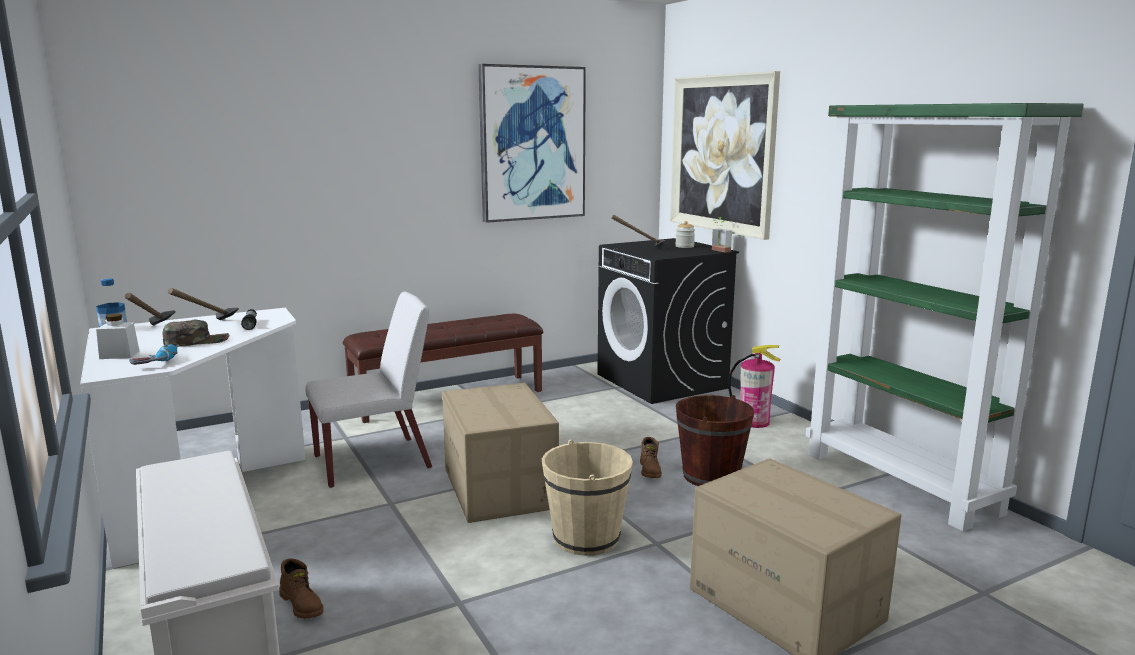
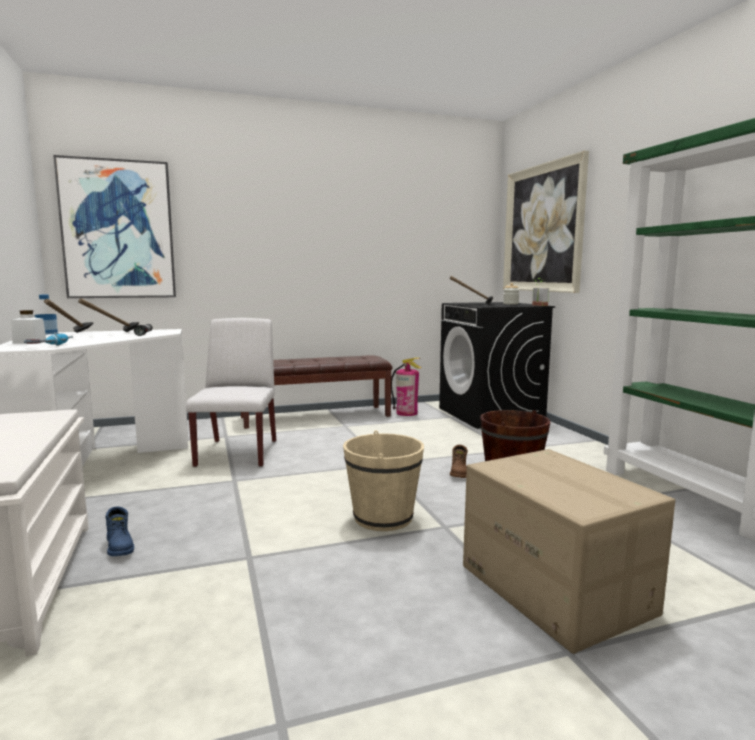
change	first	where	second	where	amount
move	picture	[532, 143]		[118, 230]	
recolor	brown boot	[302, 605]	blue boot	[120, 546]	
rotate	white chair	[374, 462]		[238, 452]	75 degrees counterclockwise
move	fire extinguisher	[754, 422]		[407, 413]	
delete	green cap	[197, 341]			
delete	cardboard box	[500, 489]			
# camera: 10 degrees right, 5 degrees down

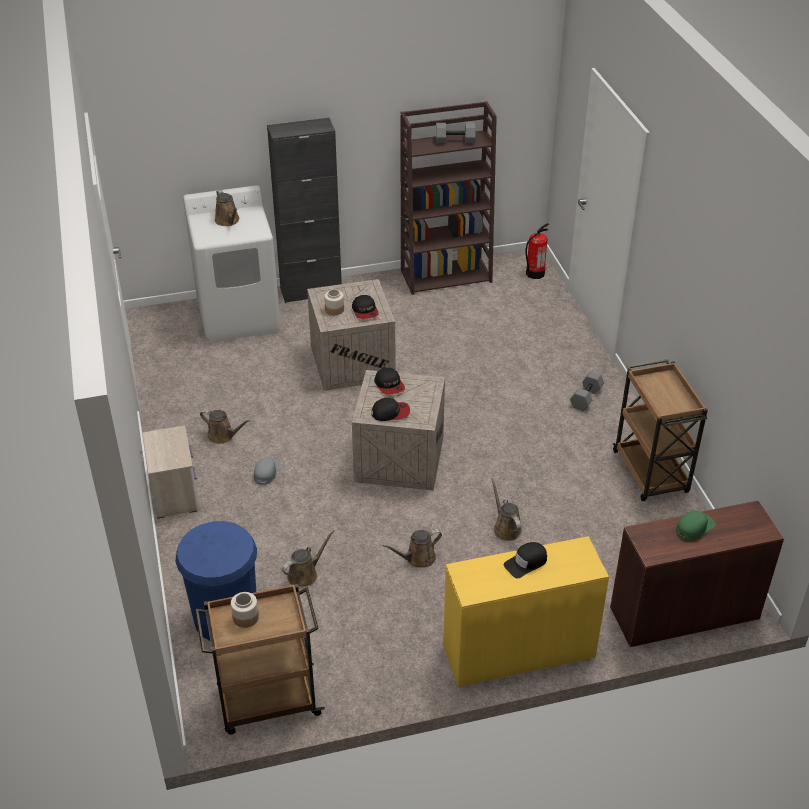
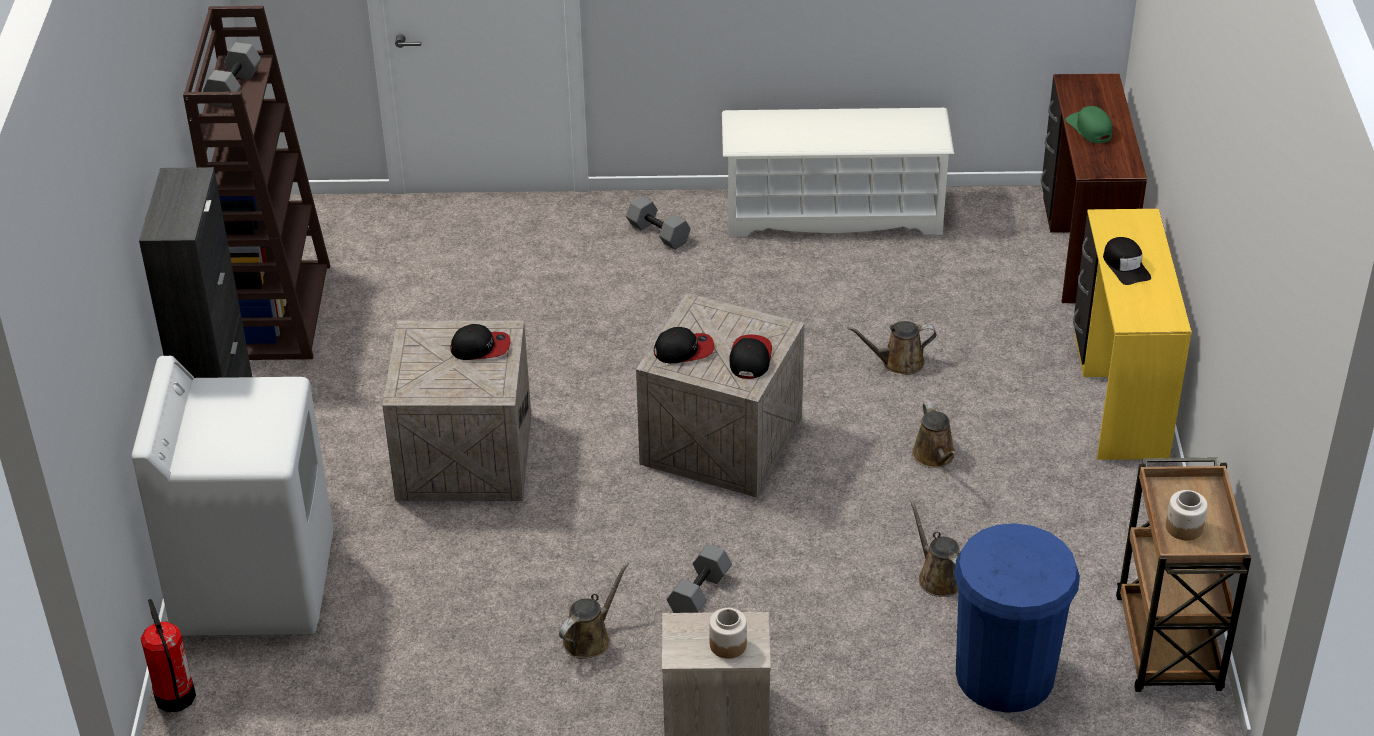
change	first	where	second	where	amount
move	fire extinguisher	[534, 273]		[175, 697]	
replace	grey cap	[266, 472]	grey dumbbell	[700, 594]	
move	jar	[334, 309]		[728, 644]	
replace	brown cart	[651, 473]	white shoe rack	[834, 214]	
delete	brown watering can	[228, 221]			
# camera: 75 degrees left, 0 degrees up

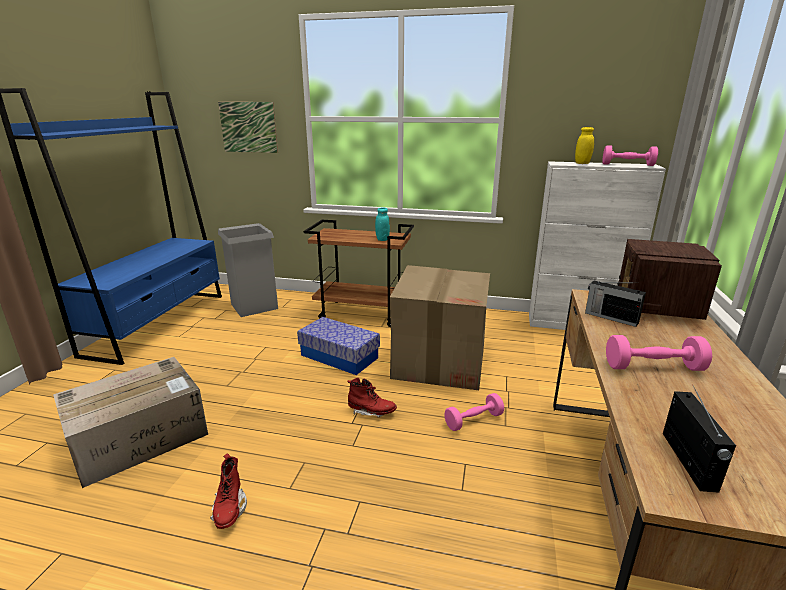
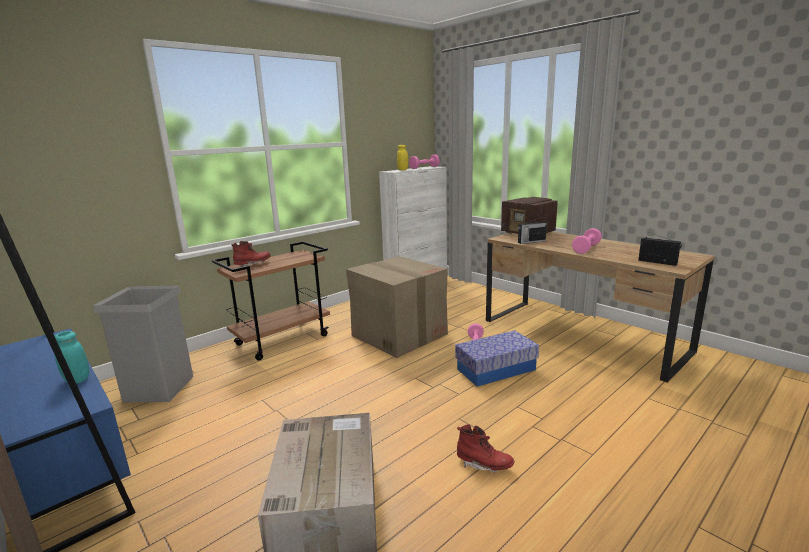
change	first	where	second	where	amount
move	turquoise jar	[382, 239]		[77, 380]	
move	red boot	[371, 412]		[253, 265]	
move	storage box	[339, 356]		[496, 369]	
delete	picture	[248, 127]			
# camera: 55 degrees left, 5 degrees down

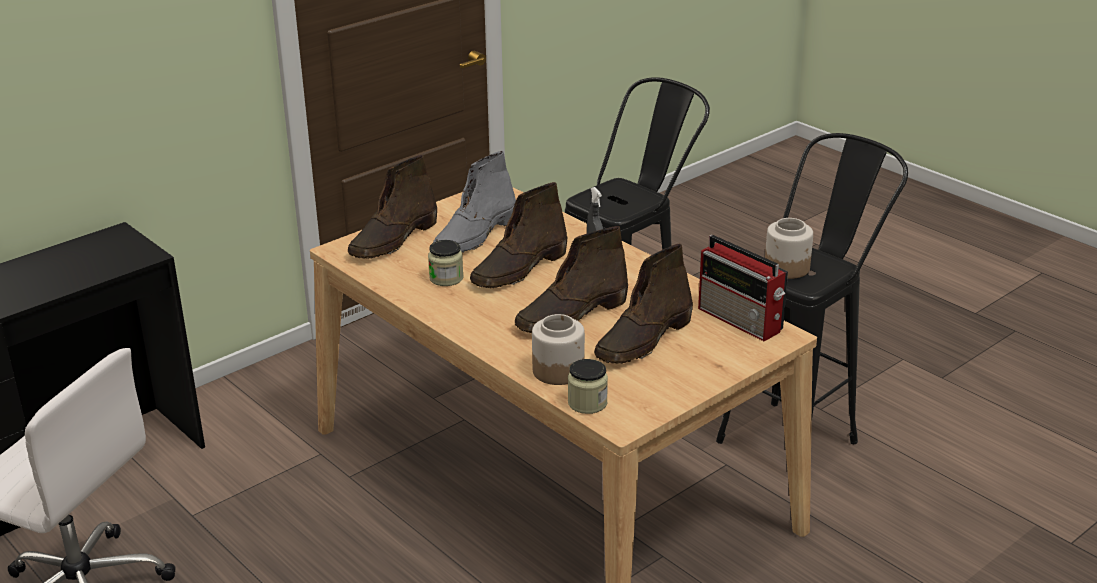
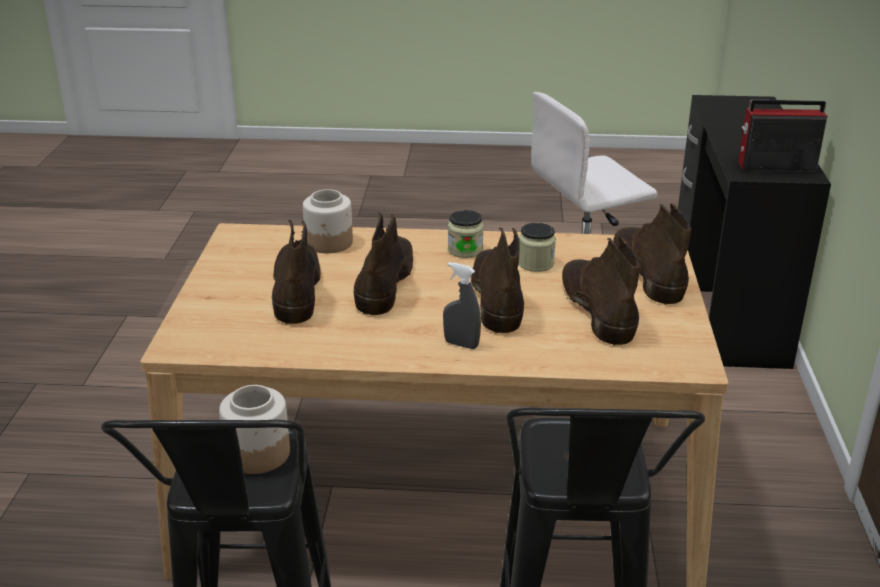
change	first	where	second	where	amount
move	jar	[587, 403]		[465, 250]	
recolor	grey boot	[475, 236]	brown boot	[596, 308]	
move	radio	[741, 320]		[775, 166]	
# camera: 135 degrees right, 0 degrees up

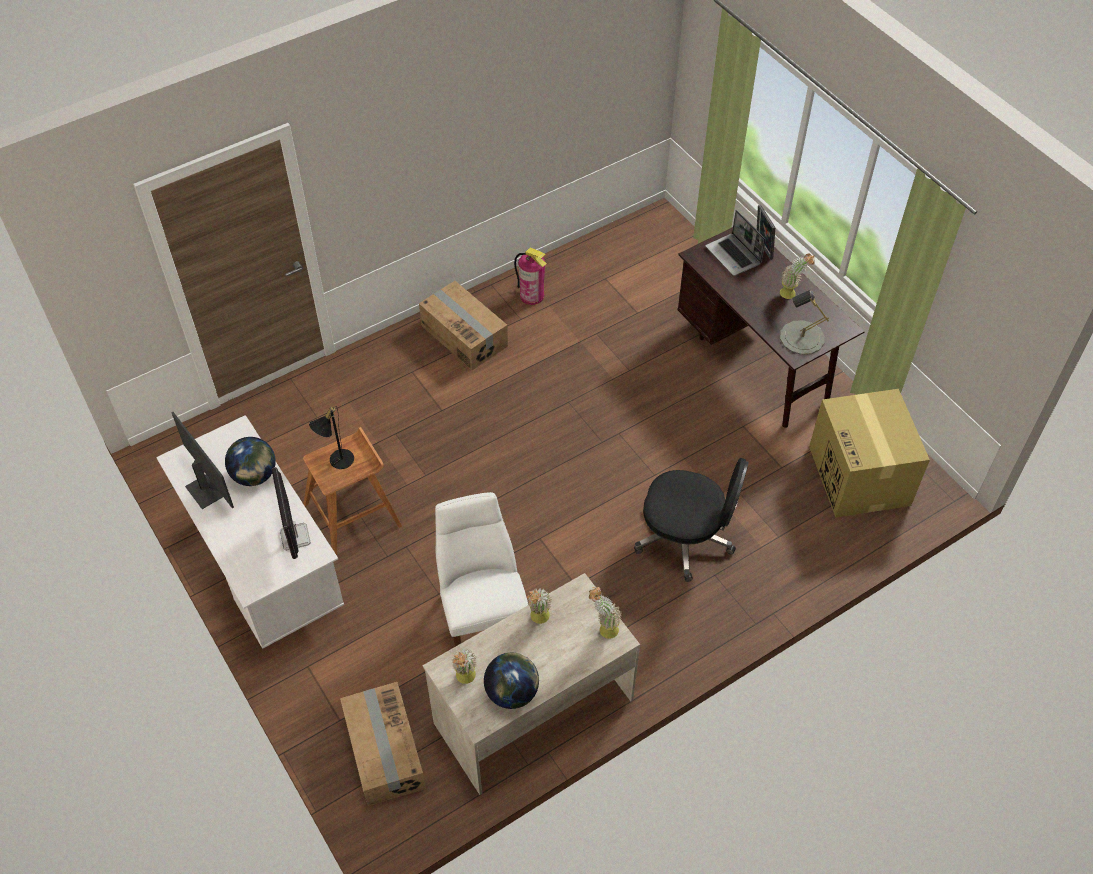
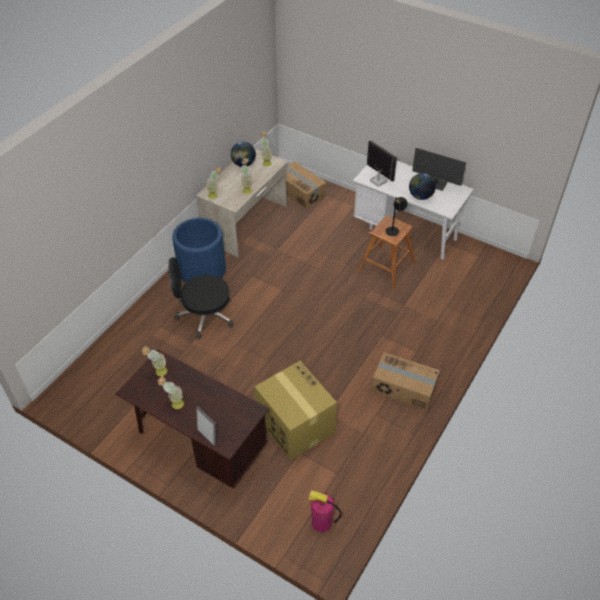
change	first	where	second	where	amount
replace	grey table lamp	[802, 338]	potted plant	[158, 372]	
insert			blue planter	[202, 270]	
move	cardboard box	[860, 477]		[294, 424]	
move	fire extinguisher	[532, 295]		[321, 522]	
delete	white chair	[482, 615]			
delete	laptop	[734, 256]			
# camera: 155 degrees right, 5 degrees down

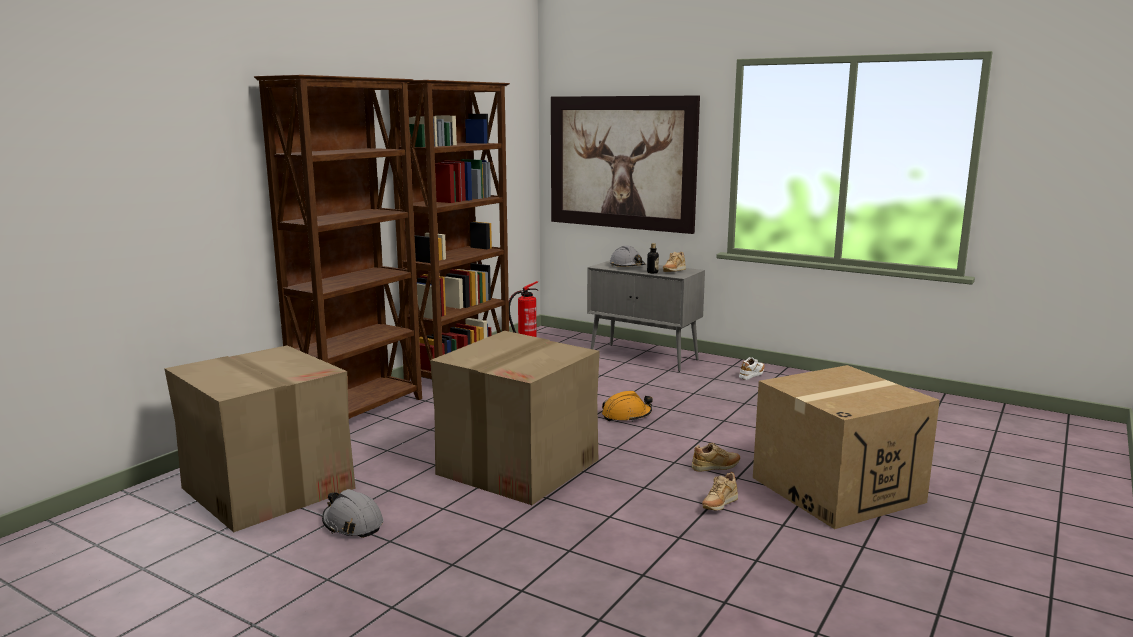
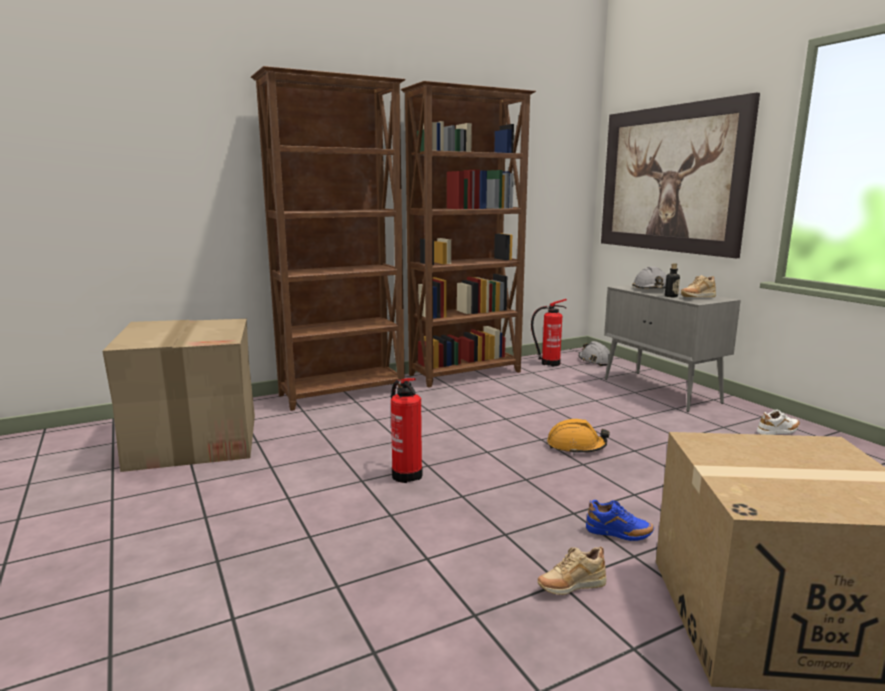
change	first	where	second	where	amount
replace	cardboard box	[519, 466]	fire extinguisher	[406, 474]	
move	grey hard hat	[352, 524]		[594, 361]	
recolor	beige shoe	[716, 468]	blue shoe	[618, 534]	
# camera: 30 degrees right, 0 degrees up

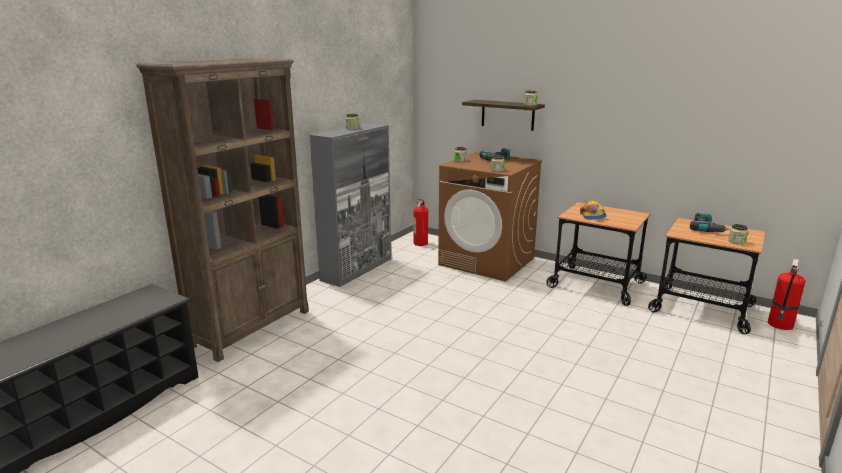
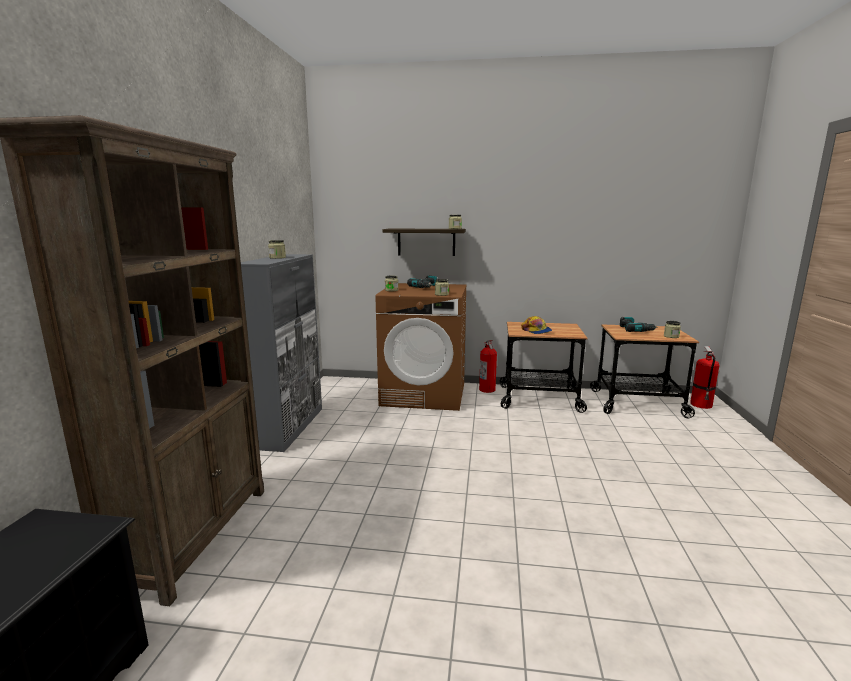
change	first	where	second	where	amount
move	fire extinguisher	[421, 243]		[487, 390]	
# camera: 25 degrees left, 5 degrees down

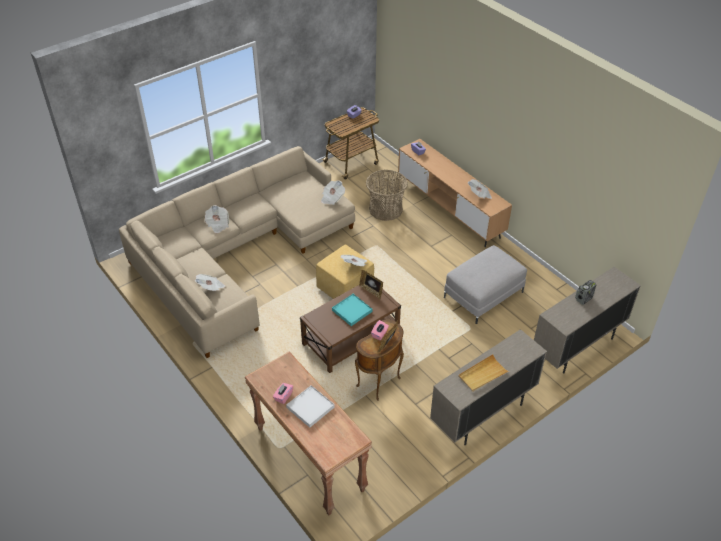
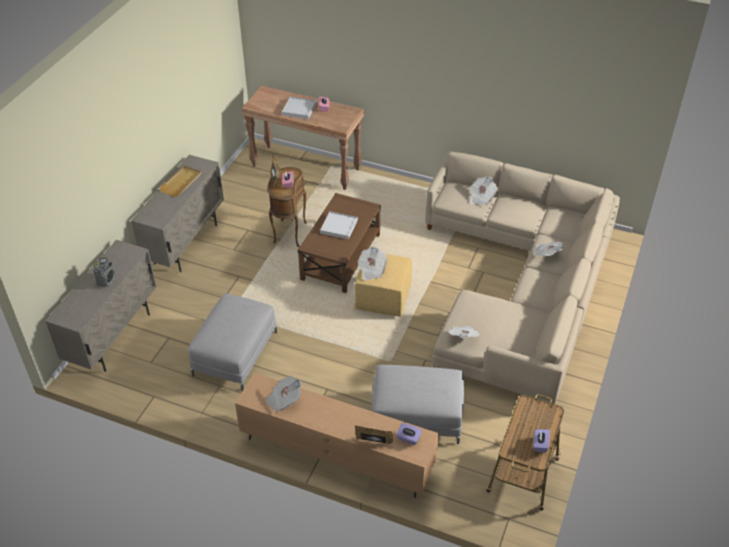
change	first	where	second	where	amount
recolor	turquoise tray	[352, 311]	white tray	[339, 226]	
move	picture frame	[371, 291]		[373, 443]	
replace	basket	[386, 209]	grey ottoman	[416, 417]	
# camera: 150 degrees right, 0 degrees up

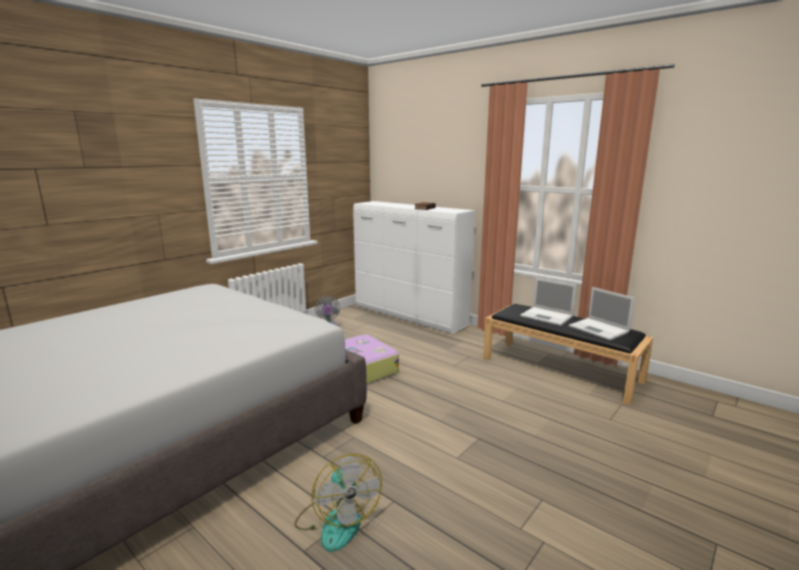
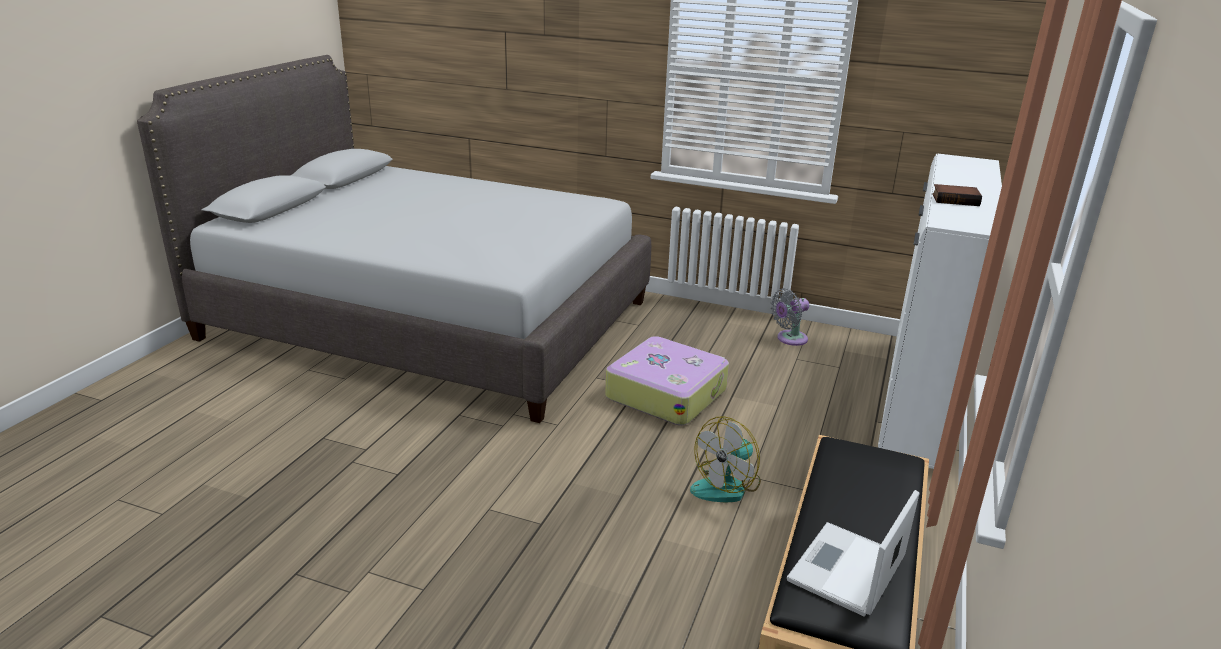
change	first	where	second	where	amount
move	fan	[337, 521]		[727, 486]	
delete	laptop	[547, 316]			
# camera: 70 degrees right, 10 degrees up

